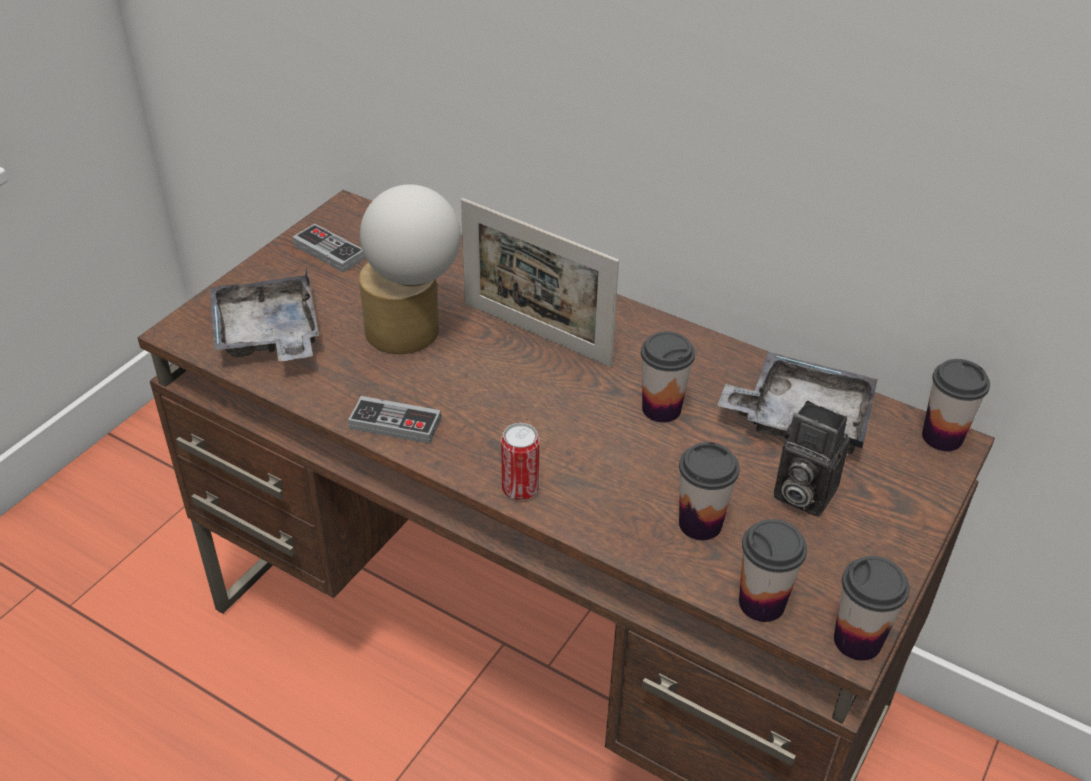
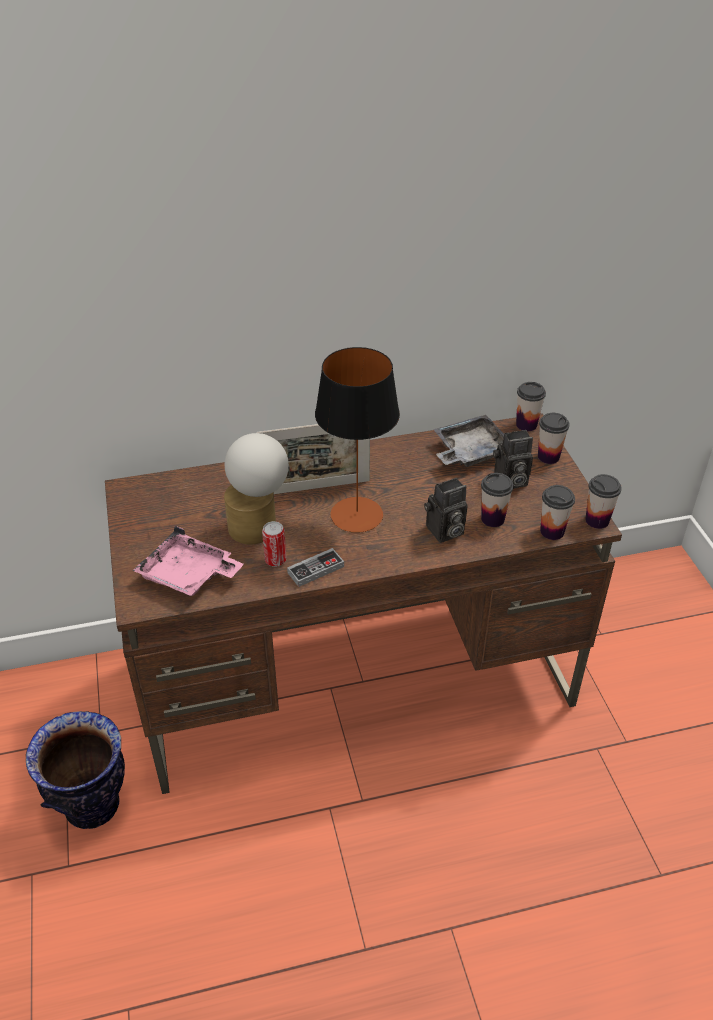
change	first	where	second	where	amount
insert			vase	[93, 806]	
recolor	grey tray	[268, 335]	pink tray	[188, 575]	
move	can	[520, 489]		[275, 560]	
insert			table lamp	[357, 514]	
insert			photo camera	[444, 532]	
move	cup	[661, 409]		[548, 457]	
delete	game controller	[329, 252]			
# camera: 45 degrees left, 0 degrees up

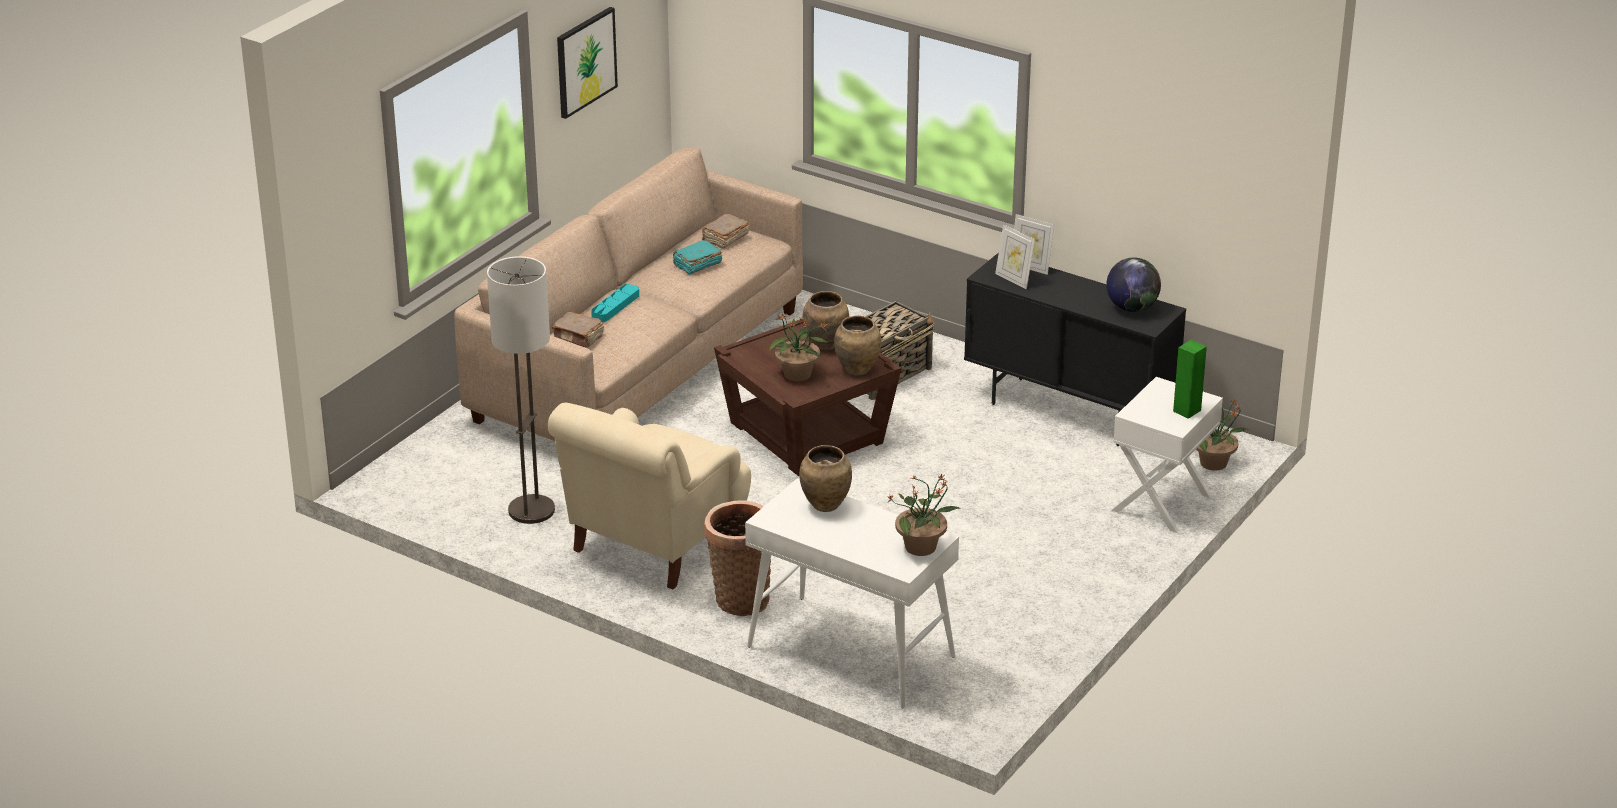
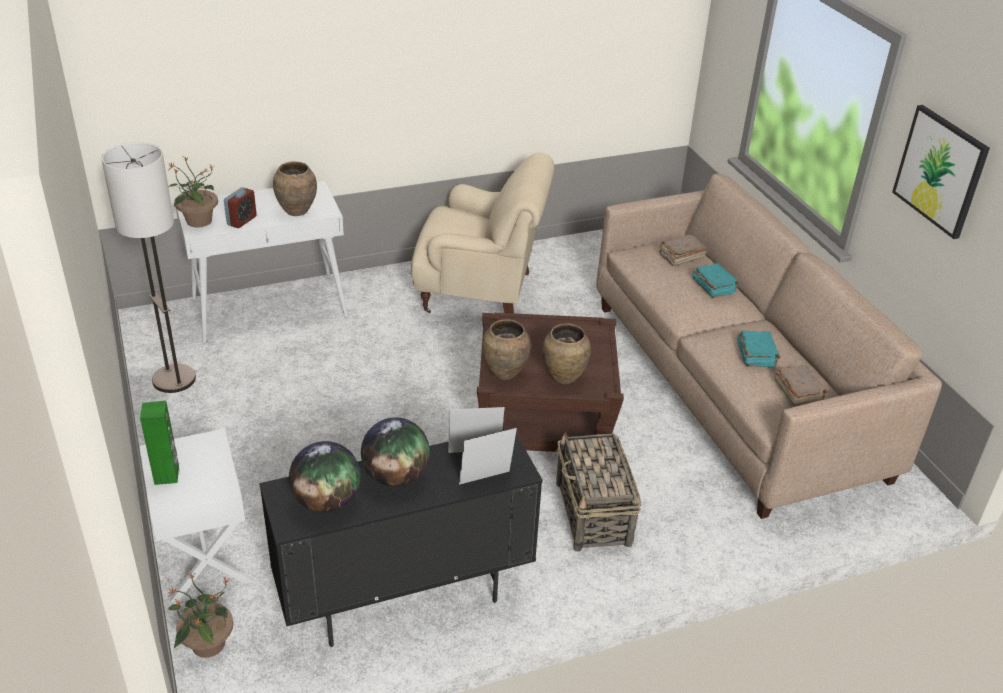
change	first	where	second	where	amount
move	floor lamp	[531, 511]		[173, 379]	
insert			alarm clock	[242, 220]	
insert			globe	[396, 476]	
rotate	beige armchair	[654, 543]		[480, 293]	120 degrees clockwise
replace	turquoise tray	[615, 306]	turquoise book	[713, 287]	
delete	basket	[739, 598]			
delete	potted plant	[798, 374]			
# camera: 125 degrees right, 5 degrees up

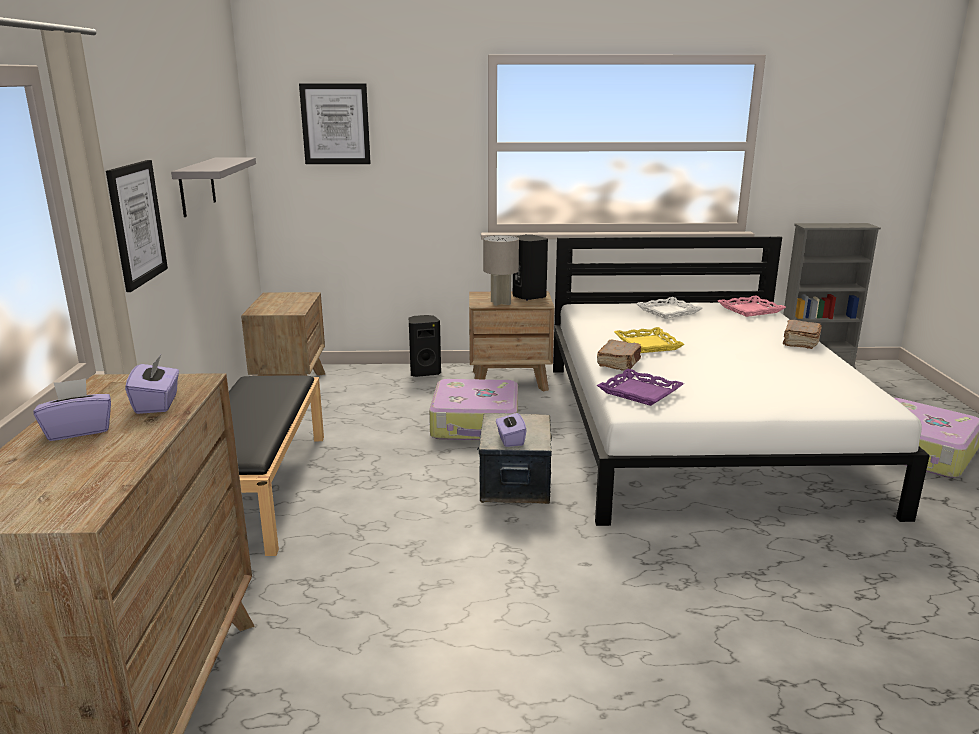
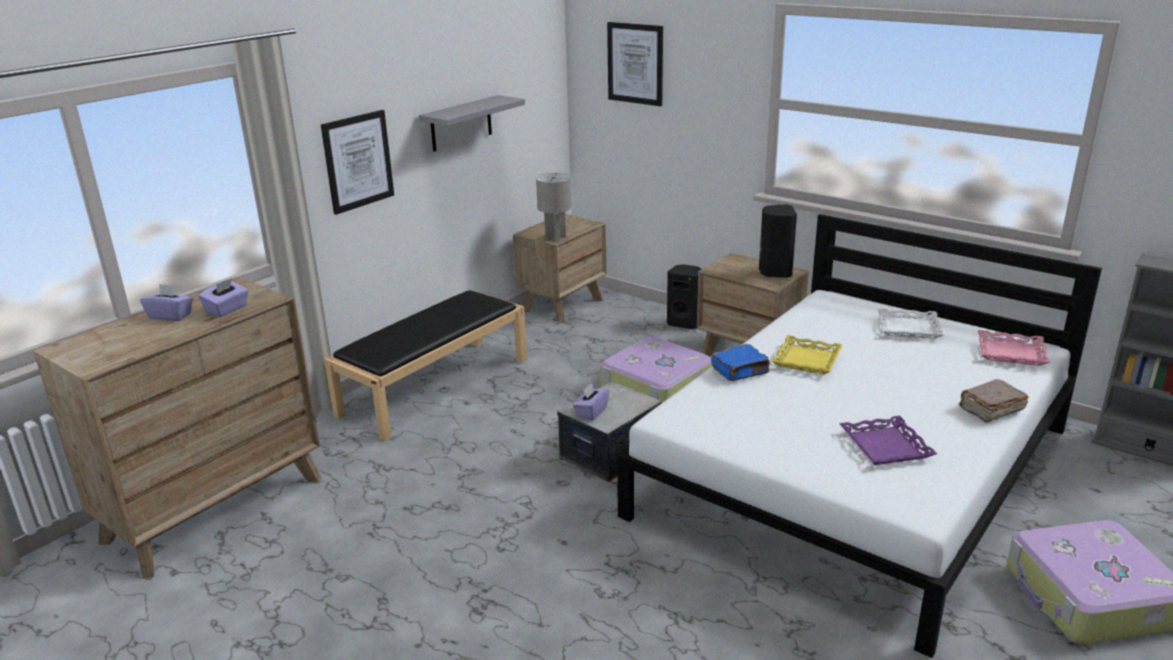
change	first	where	second	where	amount
move	grey table lamp	[500, 303]		[555, 238]	
recolor	brown book	[619, 363]	blue book	[740, 371]	
move	purple tray	[639, 392]		[884, 446]	
# camera: 40 degrees right, 5 degrees up

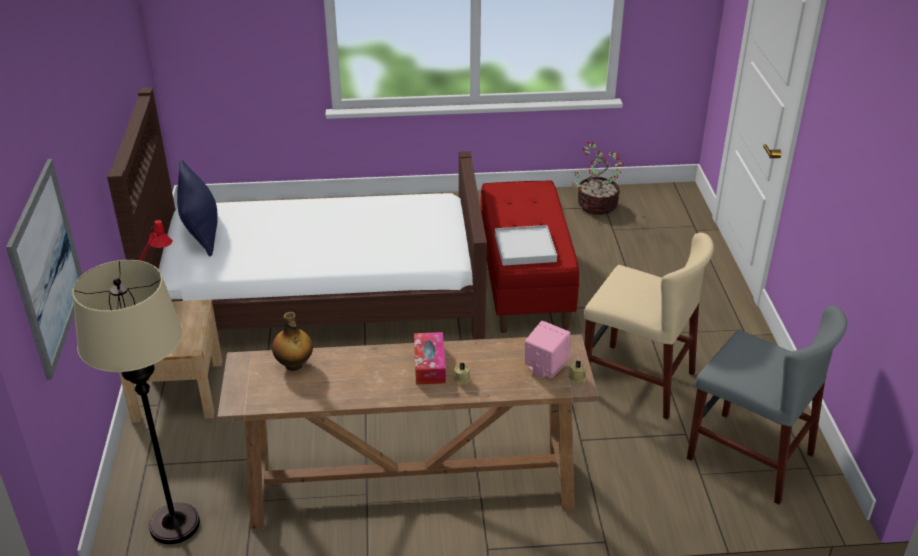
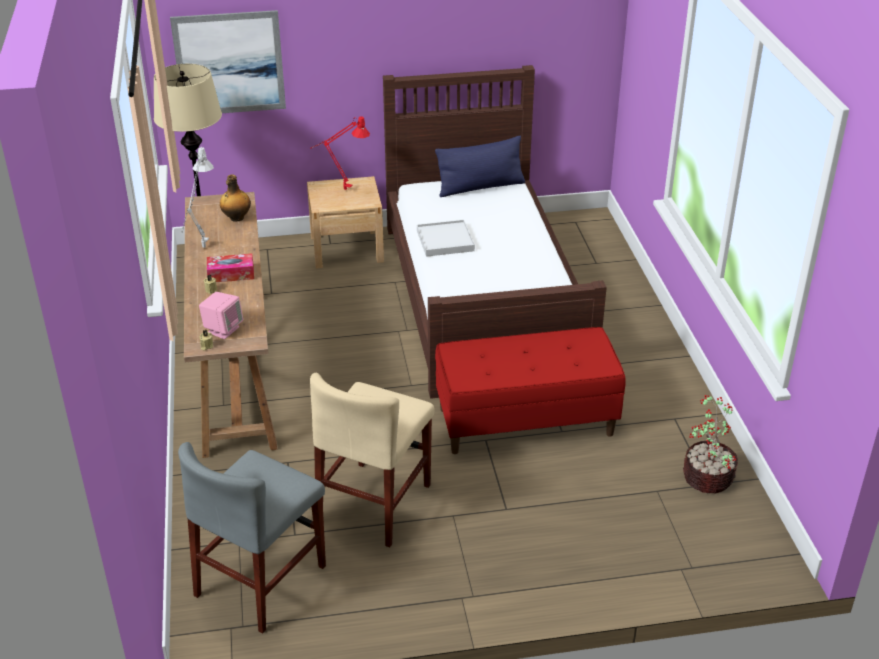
change	first	where	second	where	amount
insert			grey table lamp	[202, 251]	
move	white tray	[525, 248]		[445, 241]	
# camera: 85 degrees right, 0 degrees up

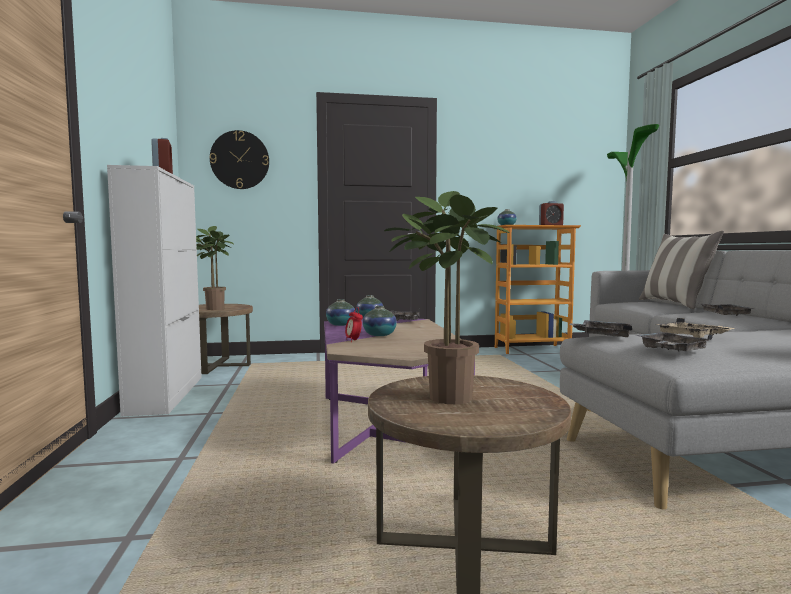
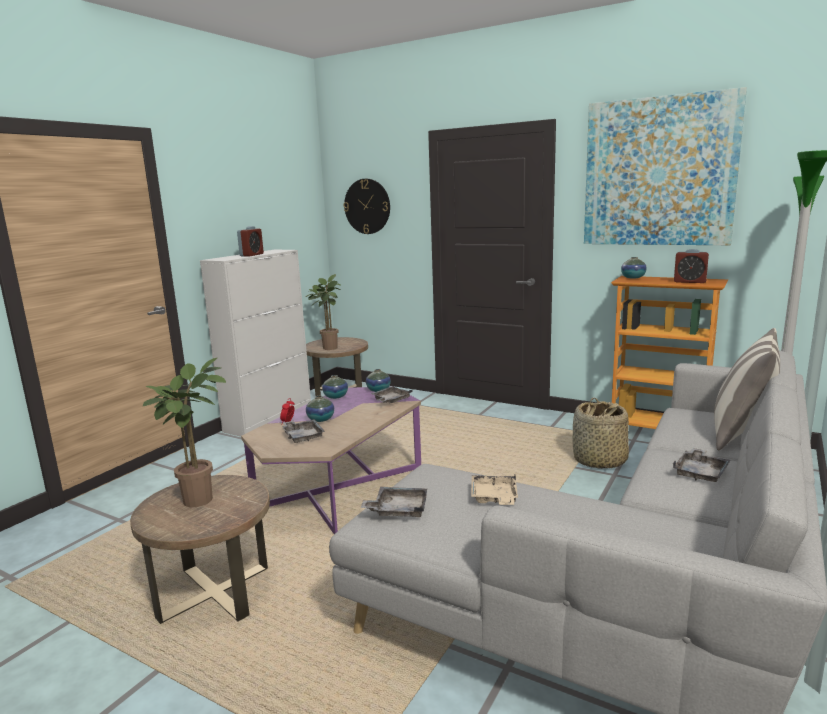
change	first	where	second	where	amount
move	grey tray	[603, 336]		[303, 436]	
insert			basket	[599, 460]	
insert			picture	[658, 172]	
# camera: 40 degrees right, 10 degrees up

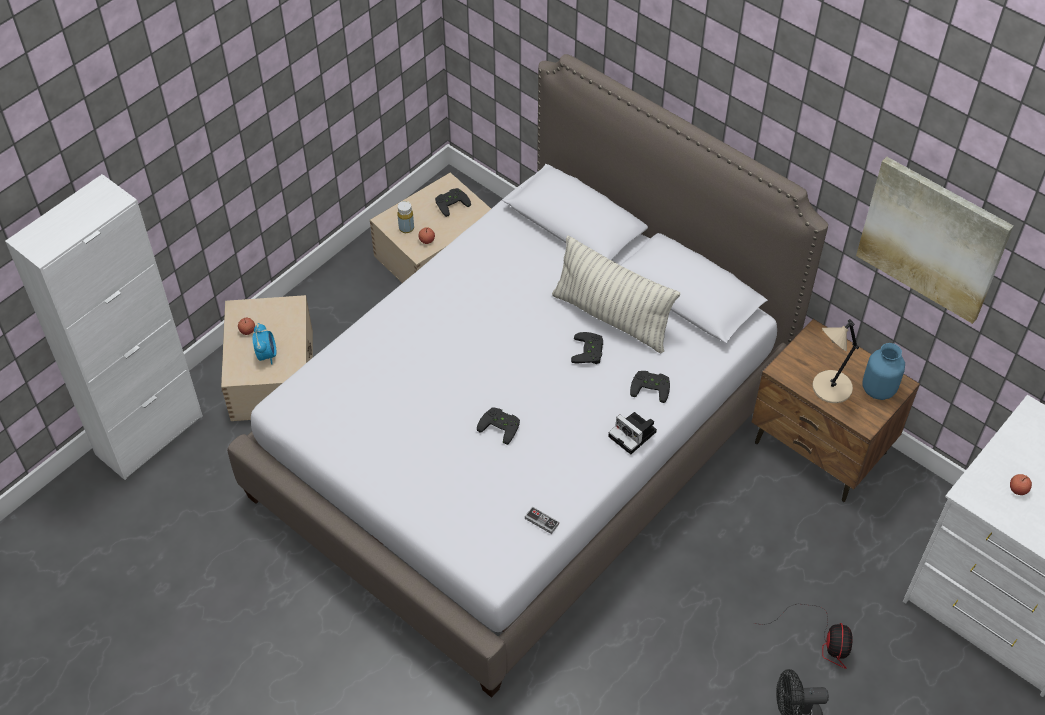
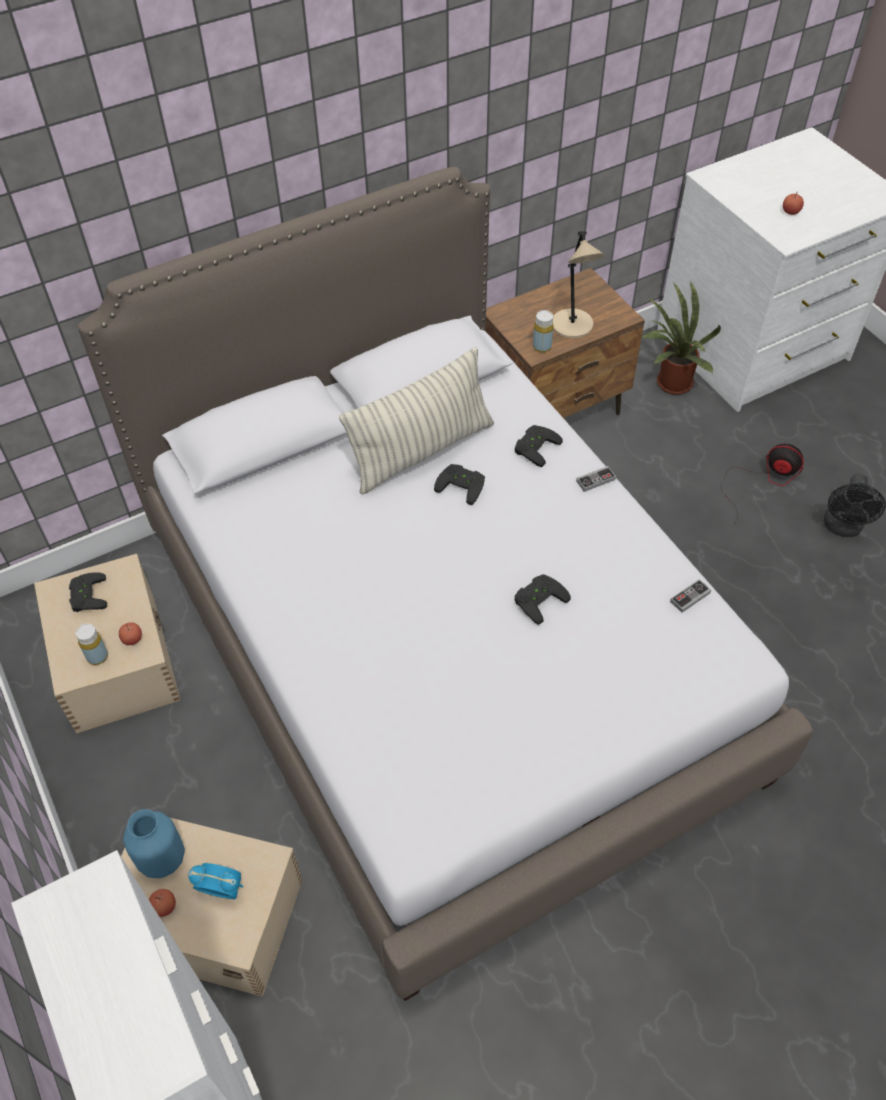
change	first	where	second	where	amount
move	blue vase	[878, 389]		[162, 859]	
insert			yellow bottle	[542, 347]	
replace	photo camera	[634, 435]	game controller	[595, 480]	
insert			potted plant	[670, 384]	
delete	picture	[932, 239]			
# camera: 70 degrees left, 0 degrees up

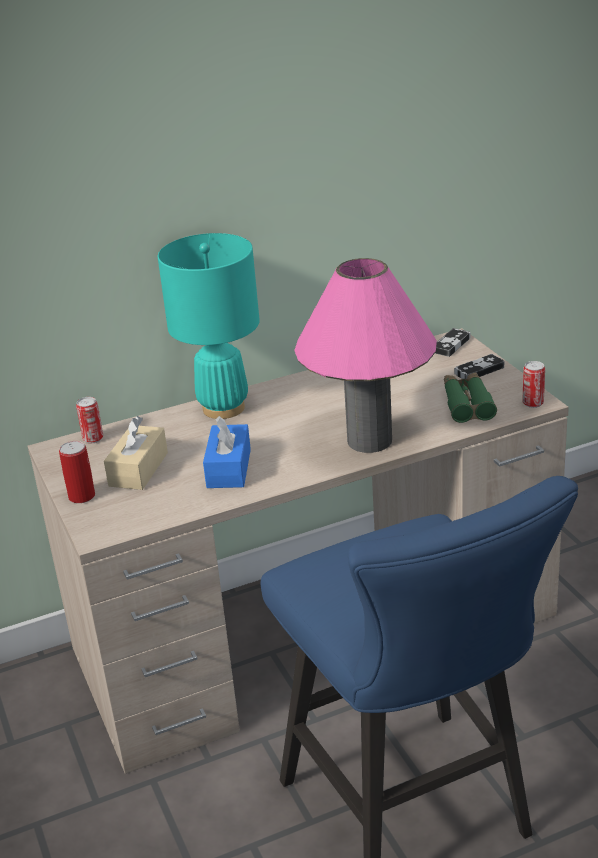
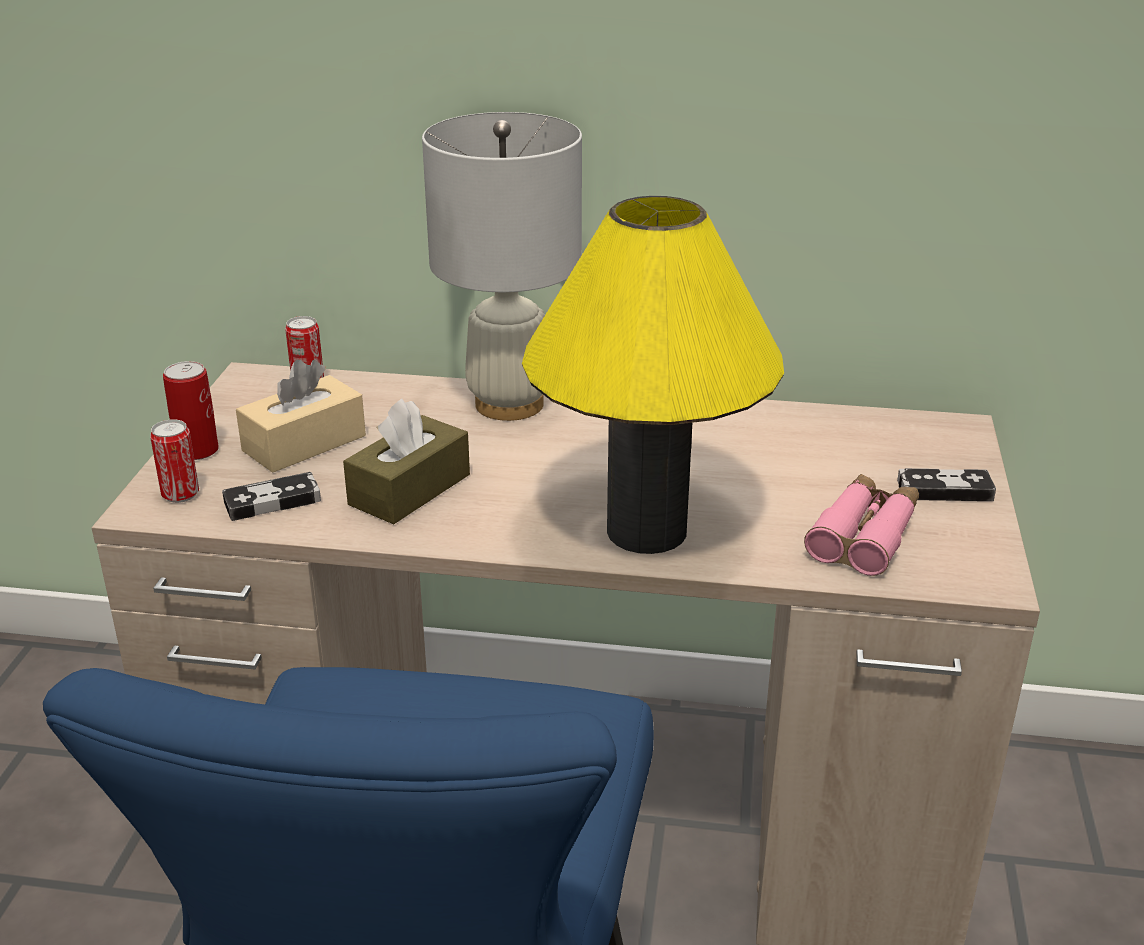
change	first	where	second	where	amount
move	can	[533, 403]		[180, 494]	
move	game controller	[451, 345]		[272, 501]	
recolor	blue tissue box	[229, 468]	brown tissue box	[409, 489]	
recolor	turquoise table lamp	[223, 408]	white table lamp	[509, 404]	
recolor	pink table lamp	[369, 440]	yellow table lamp	[646, 531]	
recolor	green binoculars	[467, 404]	pink binoculars	[864, 535]	
# camera: 30 degrees right, 0 degrees up

